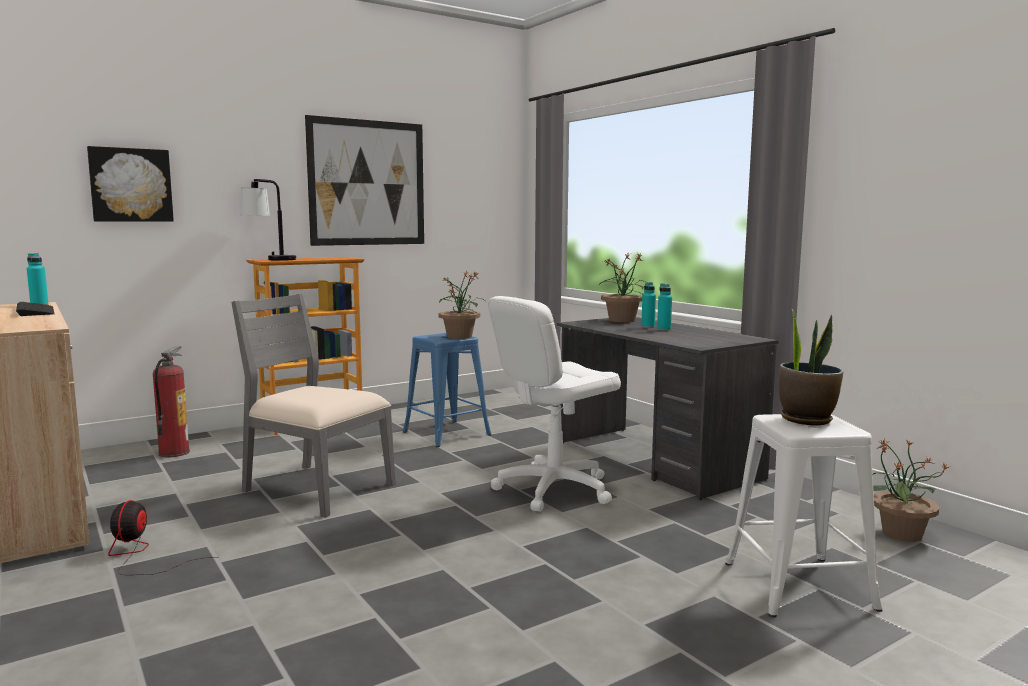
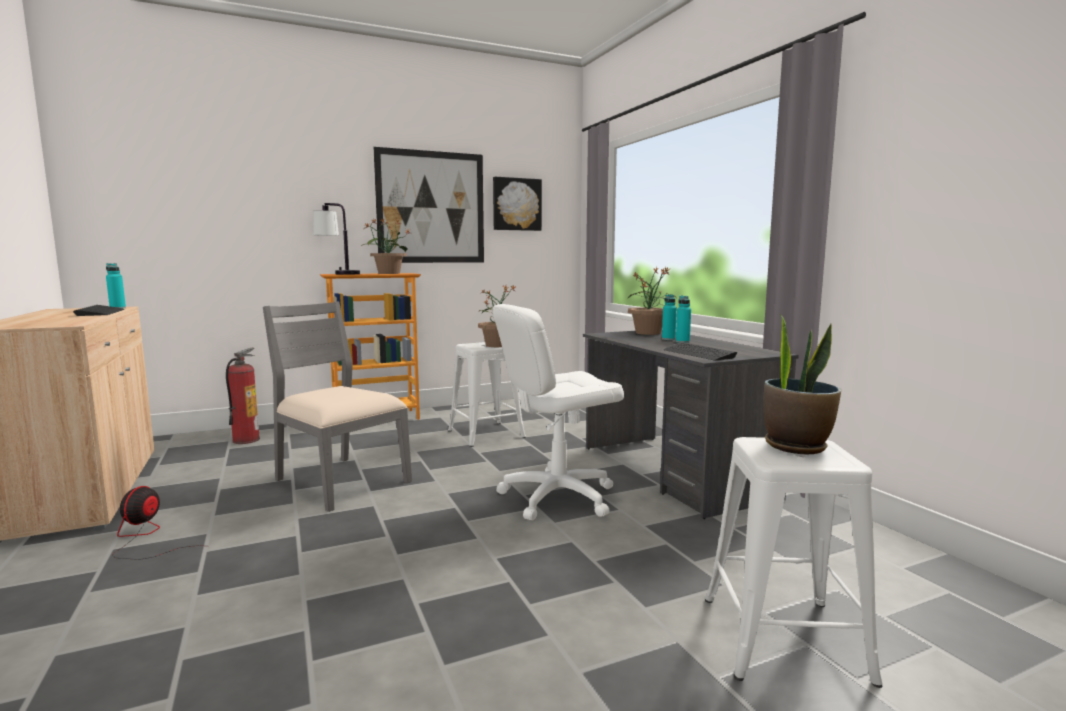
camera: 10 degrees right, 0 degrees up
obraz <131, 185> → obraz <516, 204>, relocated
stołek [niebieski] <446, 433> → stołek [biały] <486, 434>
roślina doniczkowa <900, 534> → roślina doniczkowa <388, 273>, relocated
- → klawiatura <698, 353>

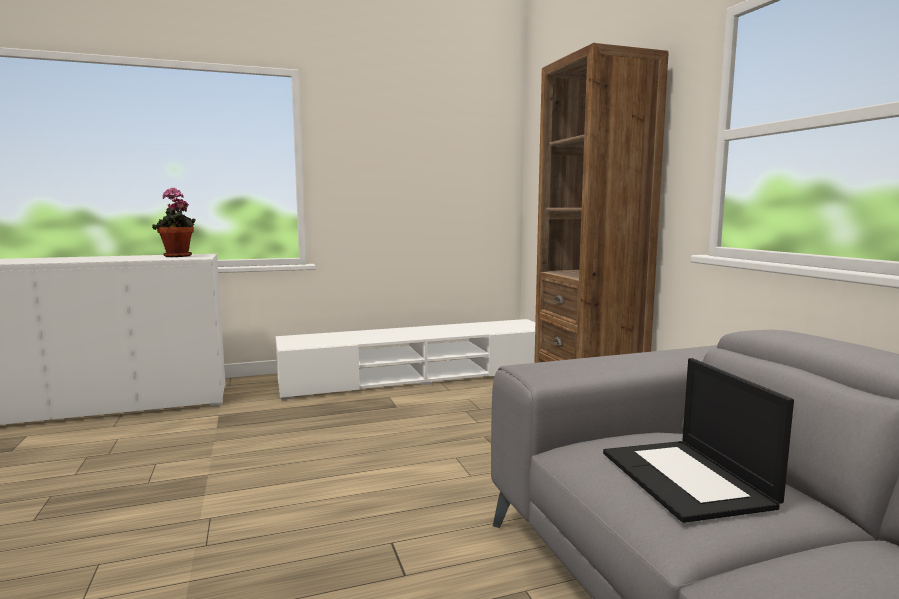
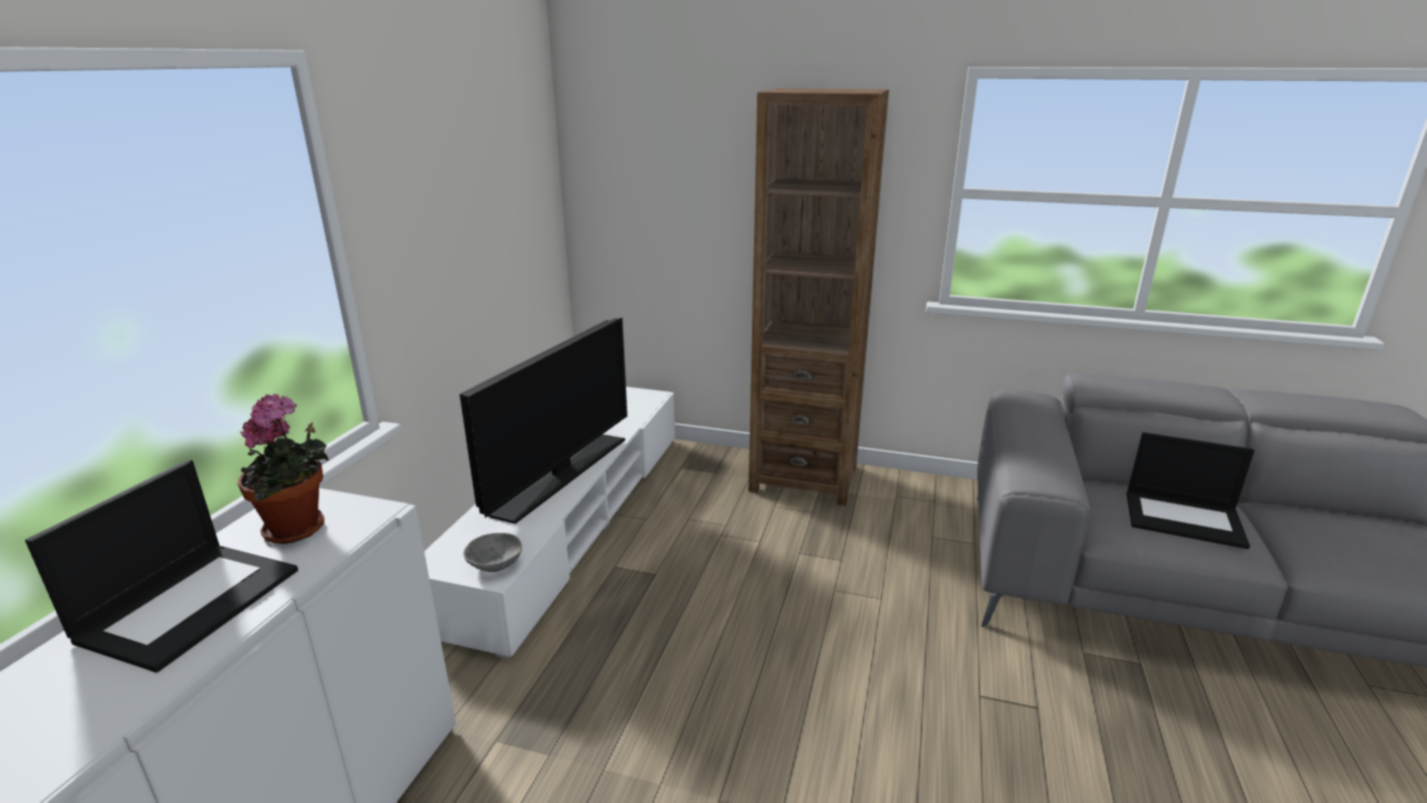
camera: 55 degrees left, 15 degrees up
- → laptop <191, 603>
- → telewizor <561, 475>
- → miska [szary] <494, 565>

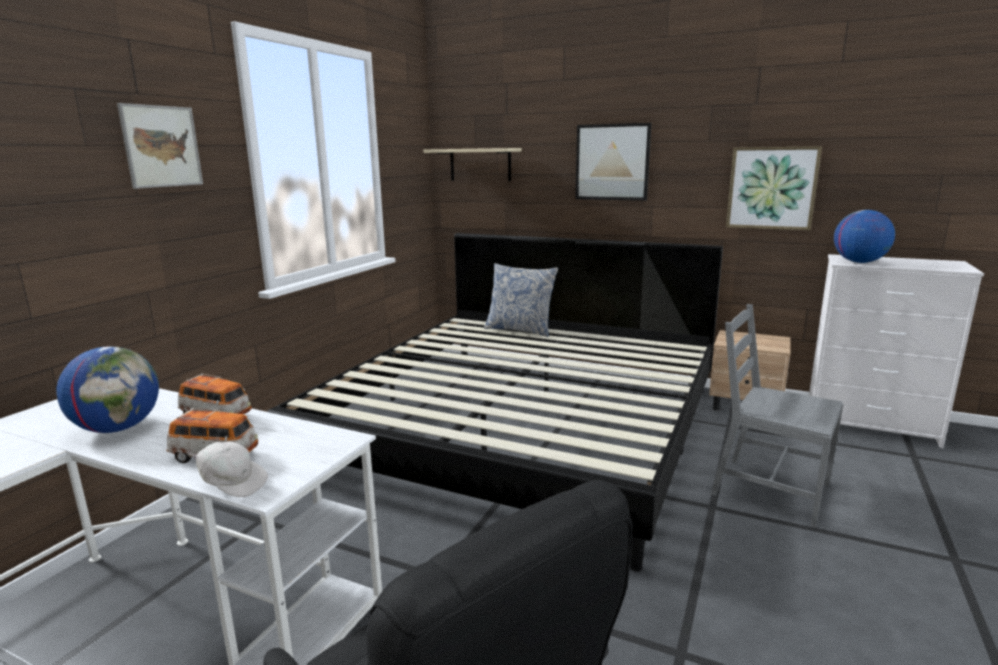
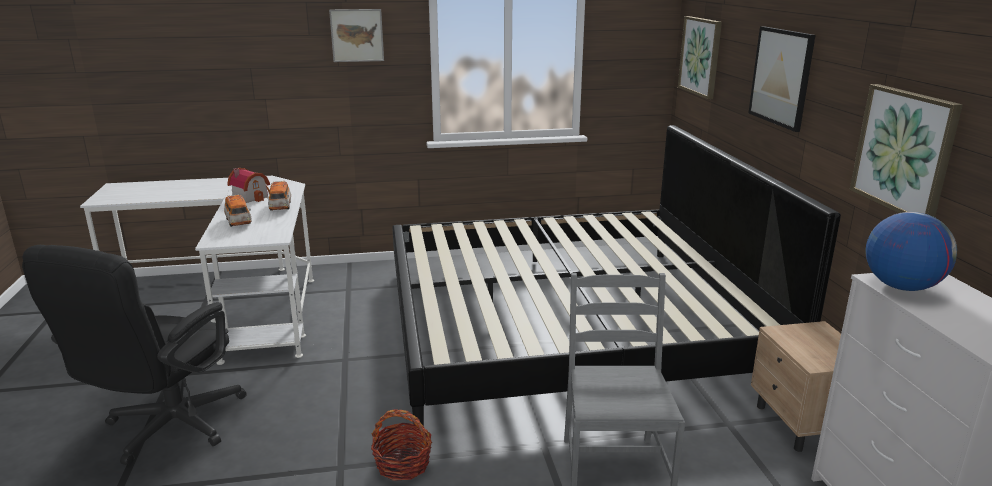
camera: 55 degrees right, 5 degrees up
globus <118, 428> → domek <252, 196>
czapka z daszkiem [biały] <232, 484> → -
półka [beżowy] <480, 164> → obraz <701, 56>
poduszka <520, 330> → -
- → koszyk <403, 464>

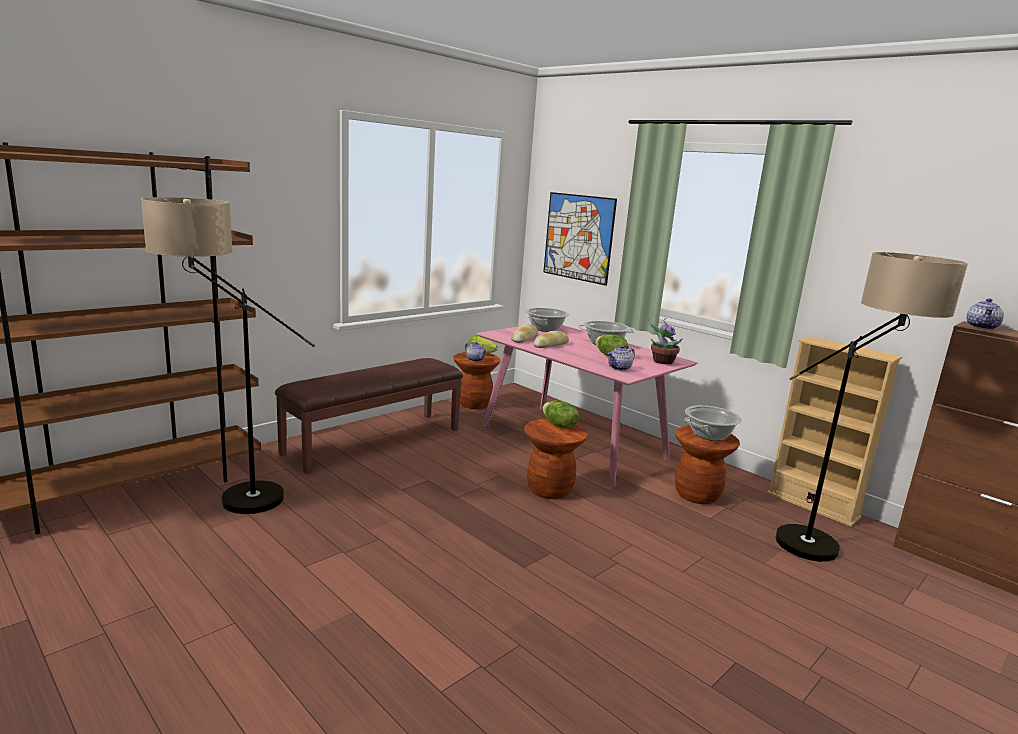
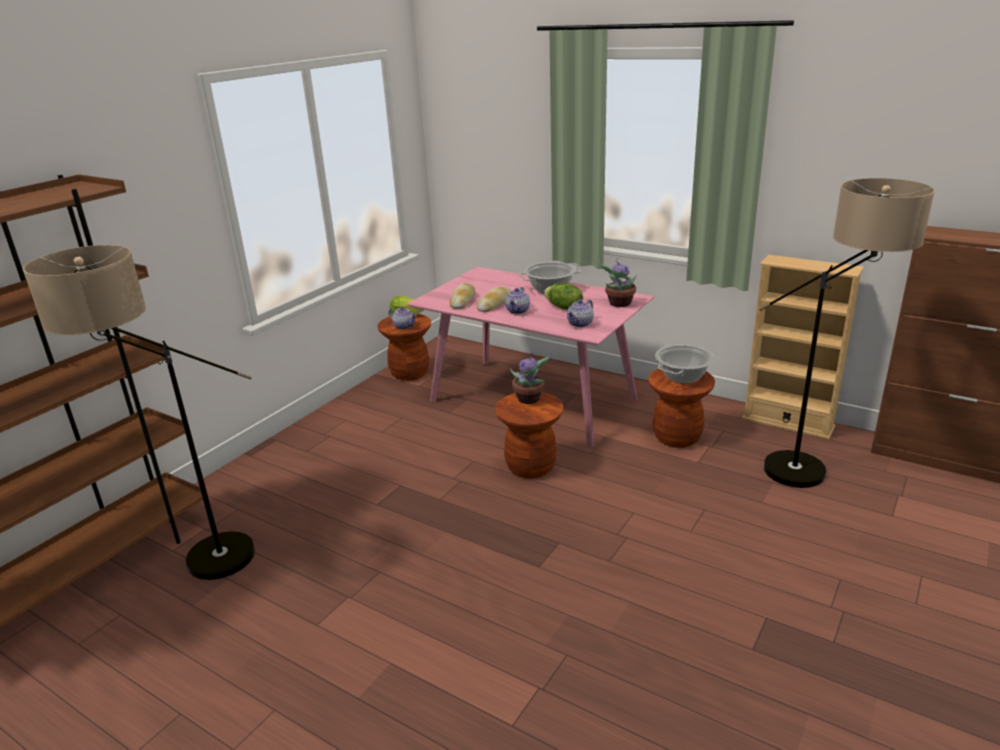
camera: 10 degrees left, 10 degrees up
ławka [brązowy] <374, 440> → -
garnek <545, 329> → -
sałata <559, 425> → roślina doniczkowa <529, 399>
obraz <578, 237> → -
imbryk <982, 327> → imbryk <518, 311>, relocated

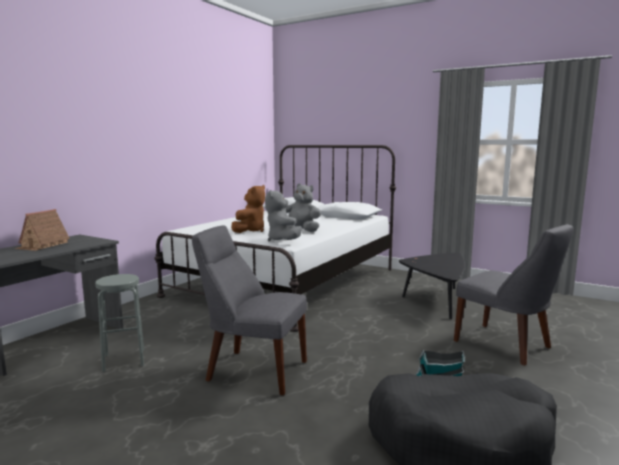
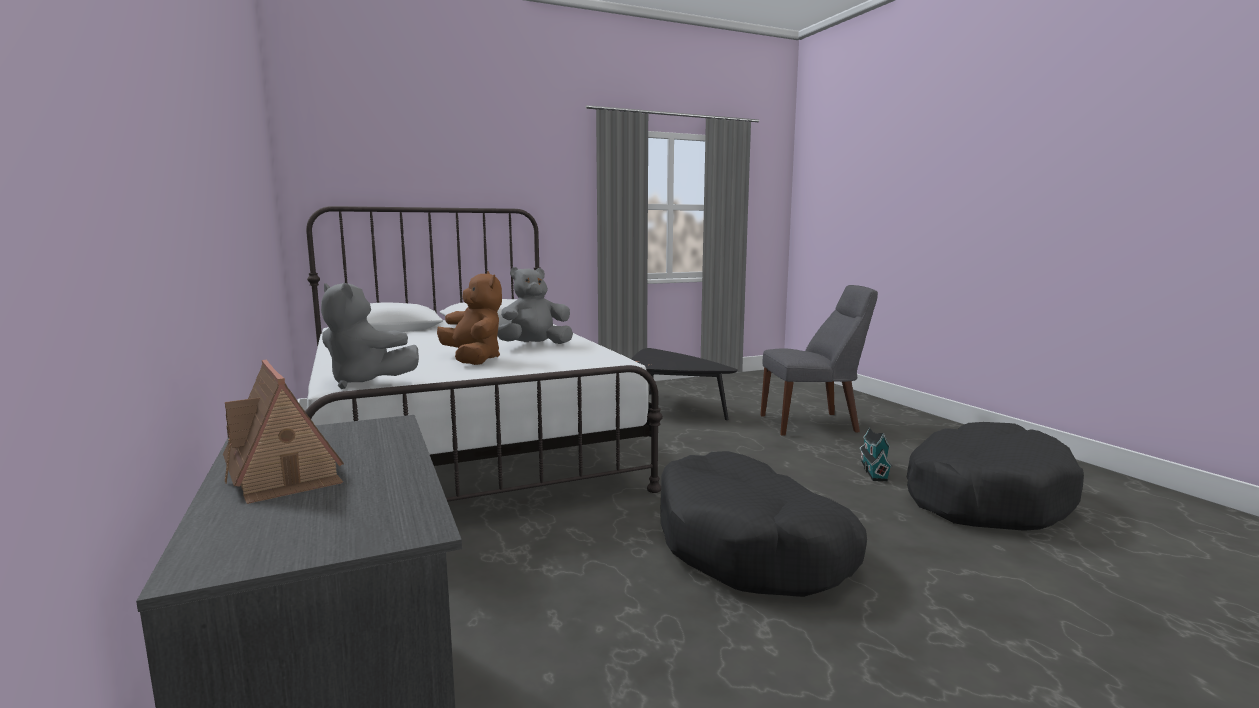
camera: 55 degrees left, 0 degrees up
stołek [szary] <124, 360> → -
krzesło [szary] <253, 370> → legowisko [czarny] <751, 547>
pluszak [szary] <283, 240> → pluszak [szary] <365, 382>, relocated

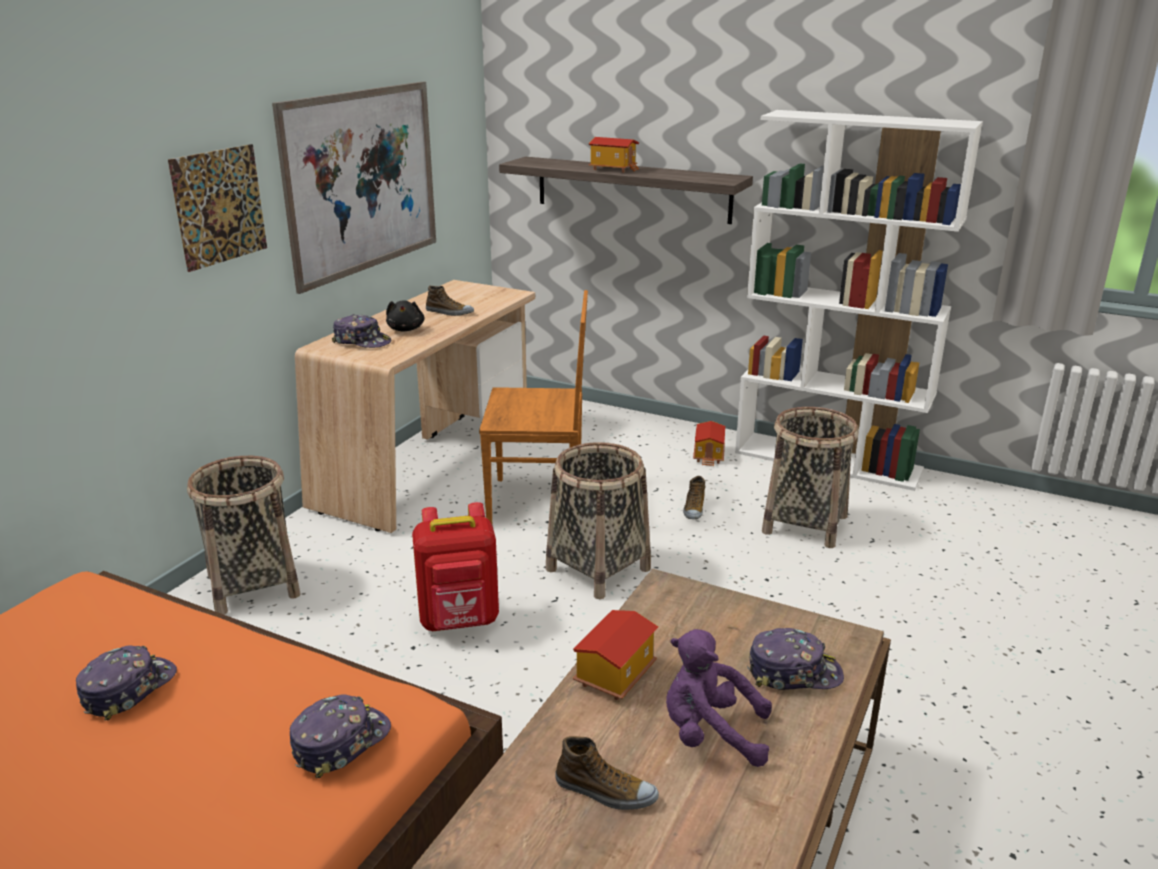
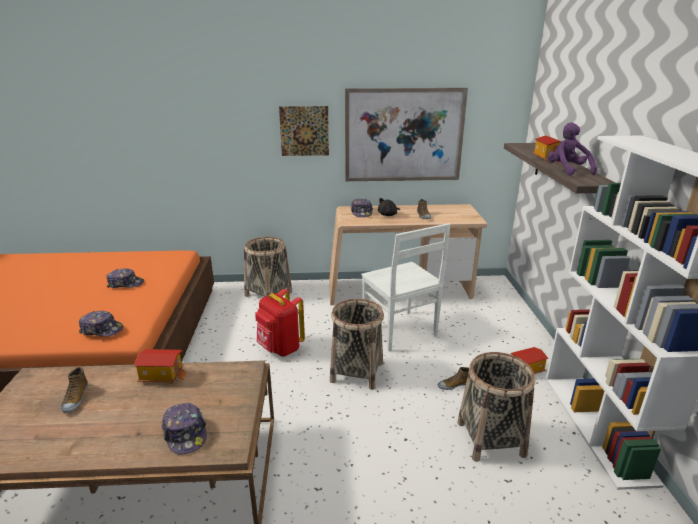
camera: 60 degrees right, 0 degrees up
krzesło [brązowy] <539, 502> → krzesło [biały] <400, 332>
pluszak [fioletowy] <710, 734> → pluszak [fioletowy] <567, 171>, relocated

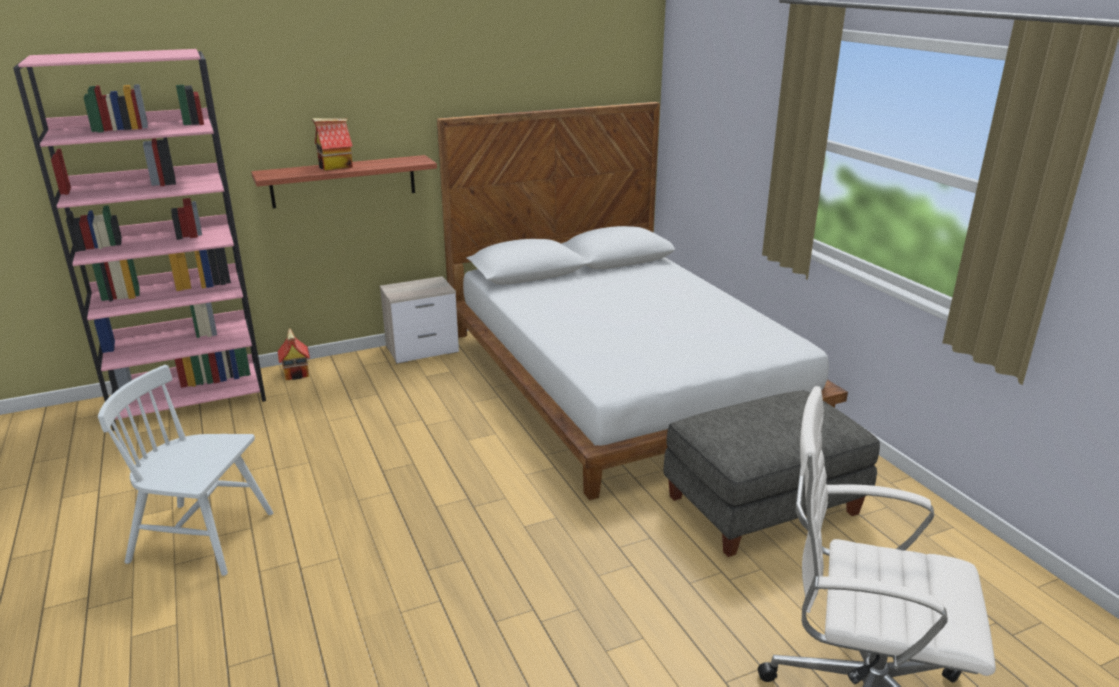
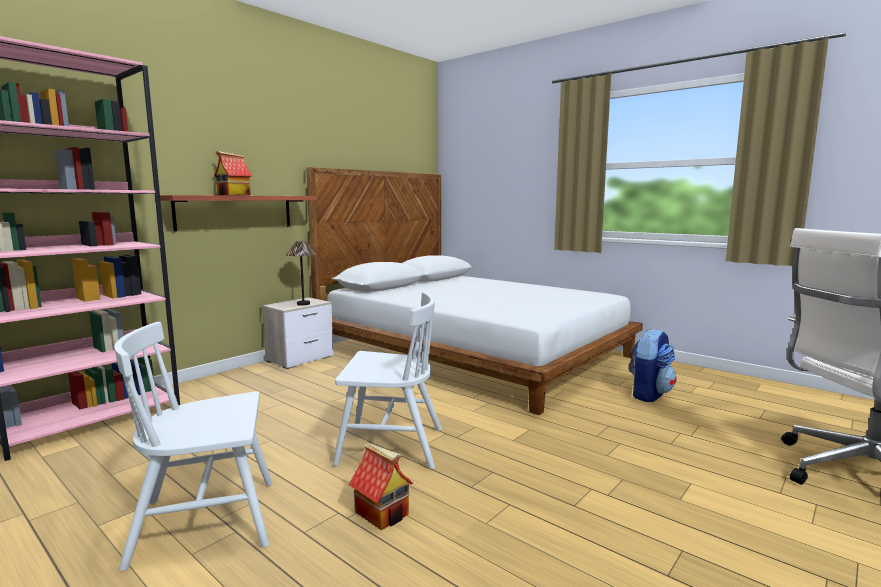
camera: 25 degrees left, 15 degrees down
domek <297, 373> → domek <383, 513>, relocated
pufa [szary] <762, 504> → plecak <649, 394>
- → lampa stołowa <303, 304>
- → krzesło [biały] <390, 446>

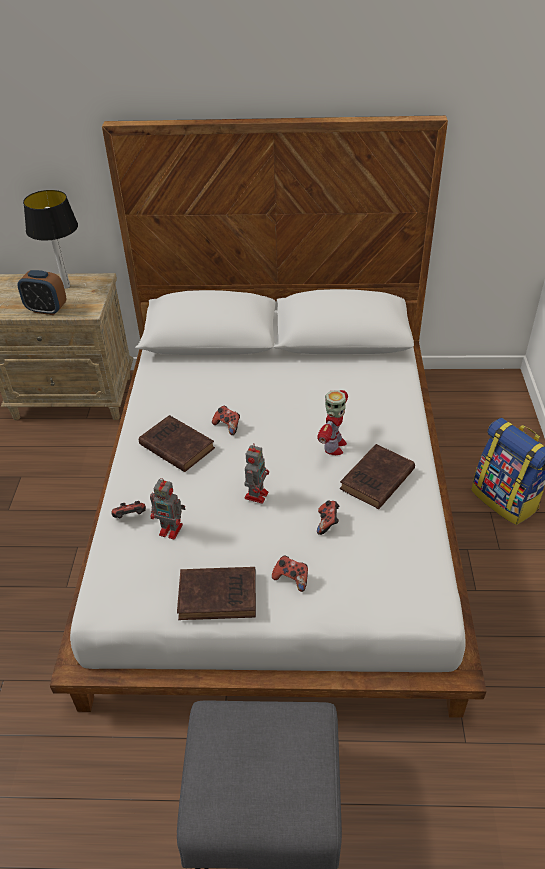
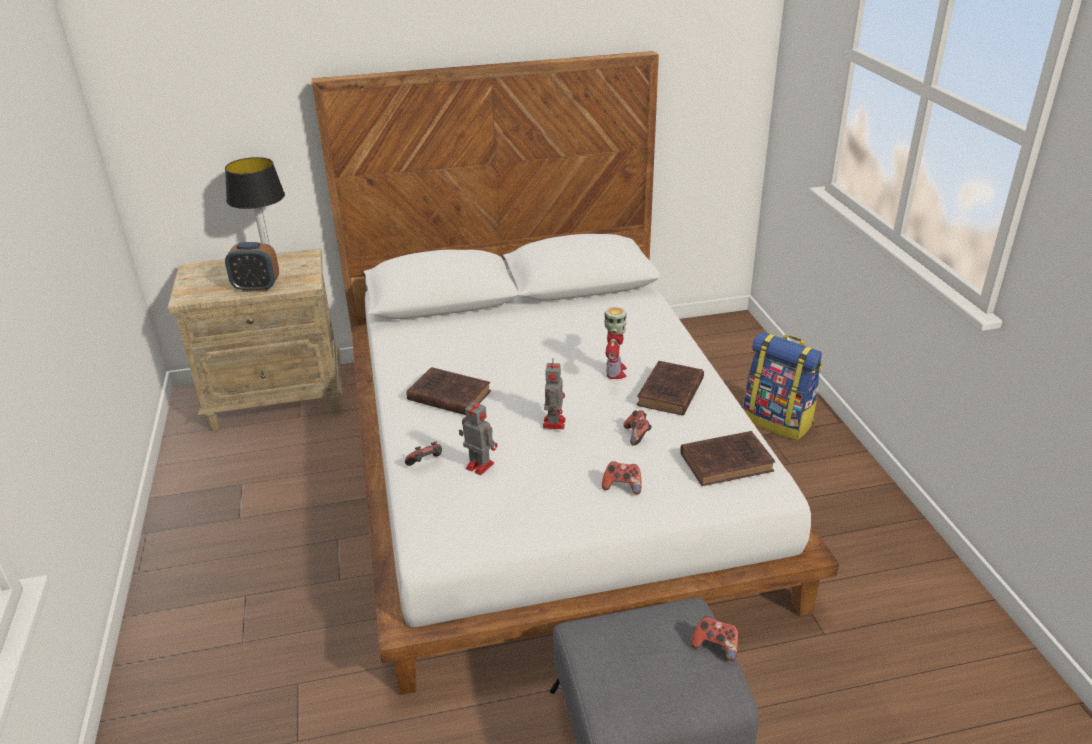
camera: 15 degrees left, 10 degrees down
robot zabawkowy <172, 530> → robot zabawkowy <478, 465>, 150 degrees counterclockwise
książka [brązowy] <220, 596> → książka [brązowy] <728, 462>, relocated
pad do gier <227, 426> → pad do gier <715, 646>, relocated

